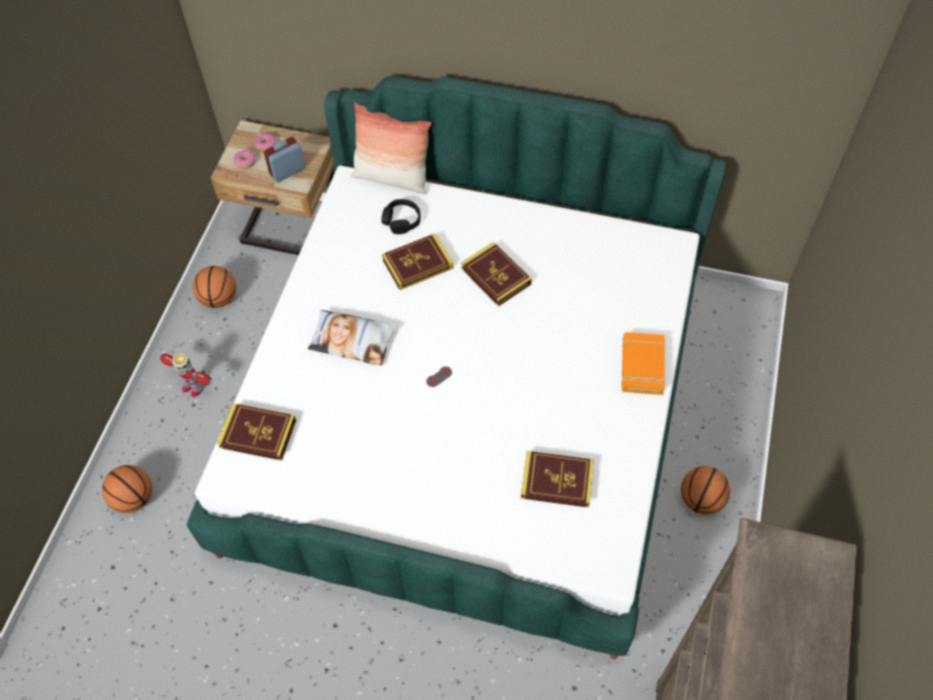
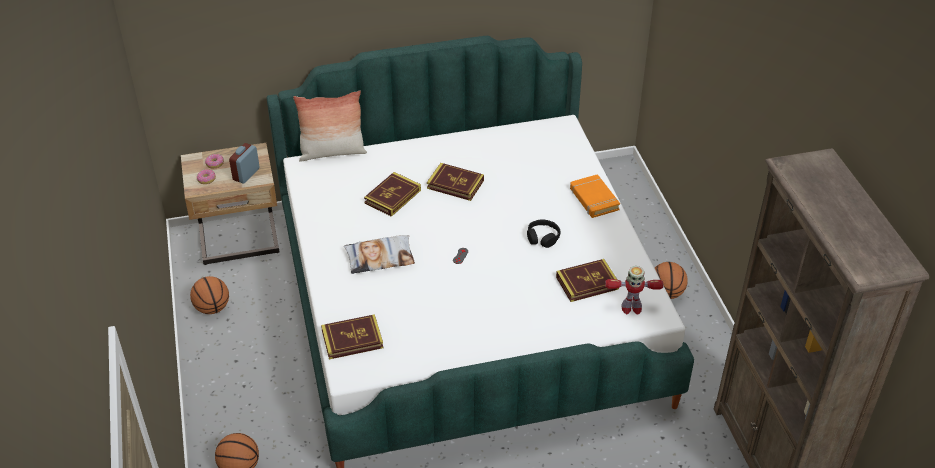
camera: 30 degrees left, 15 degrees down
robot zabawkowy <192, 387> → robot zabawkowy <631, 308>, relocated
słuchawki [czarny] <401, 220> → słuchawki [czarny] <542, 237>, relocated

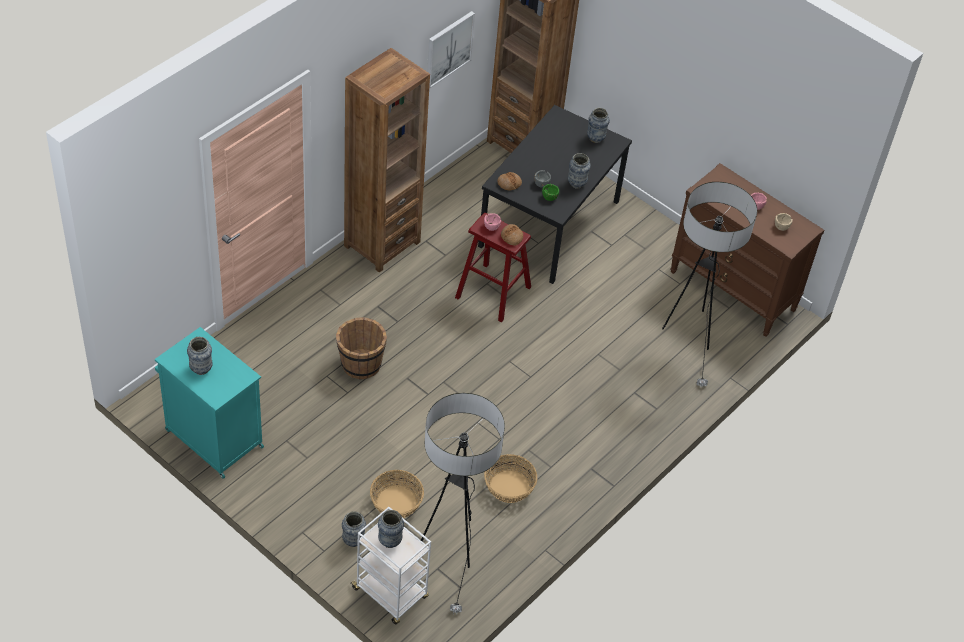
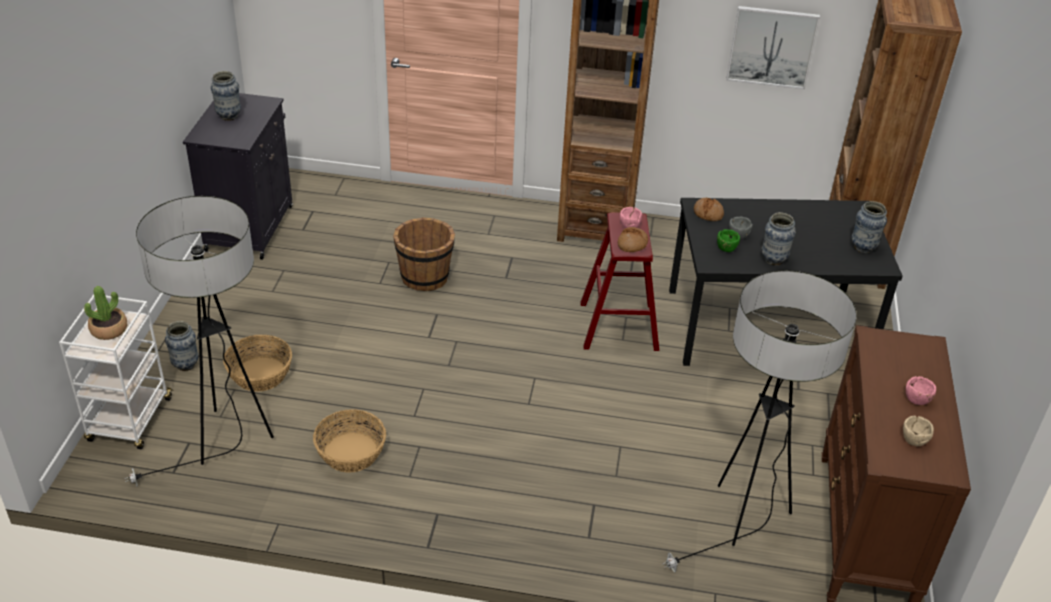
camera: 60 degrees right, 10 degrees down
szafka [turkusowy] <212, 437> → szafka [czarny] <250, 227>
wazon <390, 541> → roślina doniczkowa <109, 329>

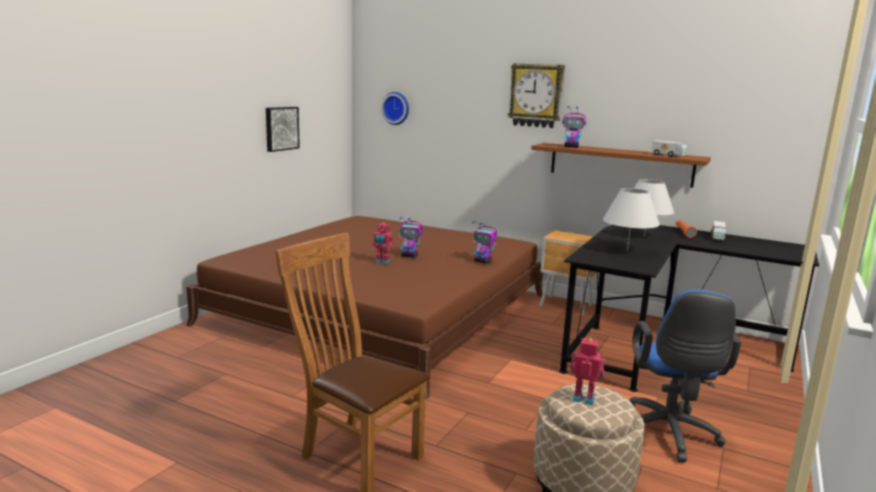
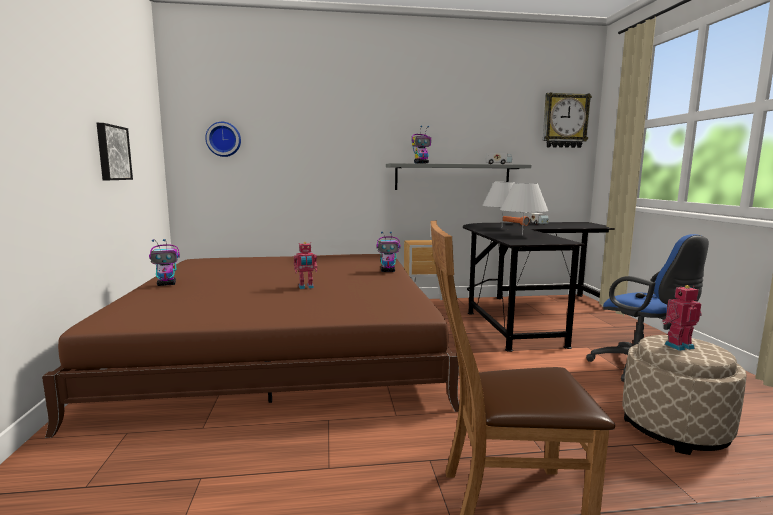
camera: 35 degrees left, 5 degrees down
robot zabawkowy <409, 256> → robot zabawkowy <167, 284>, relocated
zegar ścienny <536, 95> → zegar ścienny <565, 121>, relocated
półka [brązowy] <620, 164> → półka [szary] <452, 177>

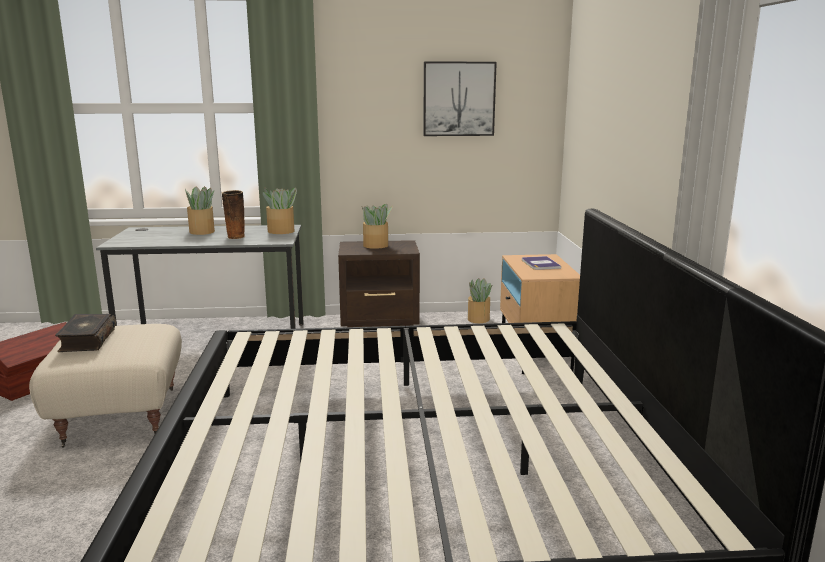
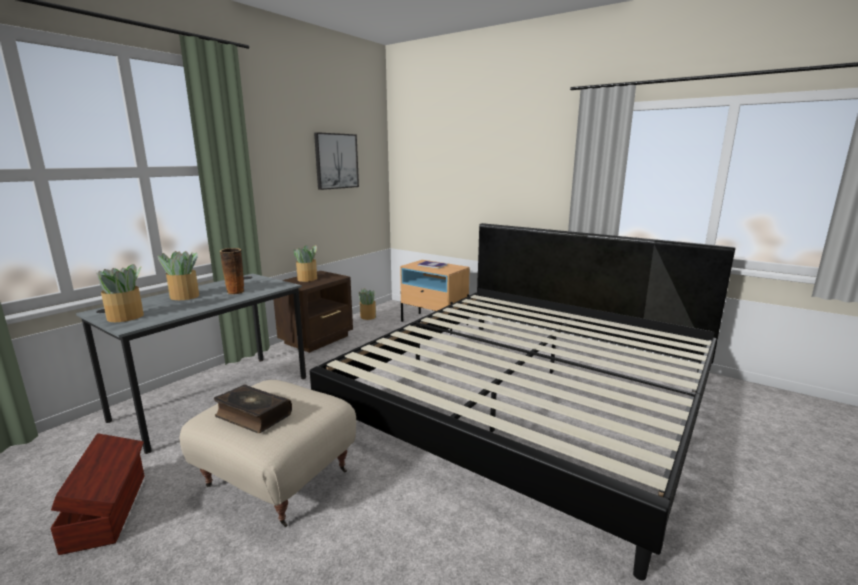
camera: 50 degrees left, 0 degrees up
roślina doniczkowa <281, 231> → roślina doniczkowa <126, 317>, relocated

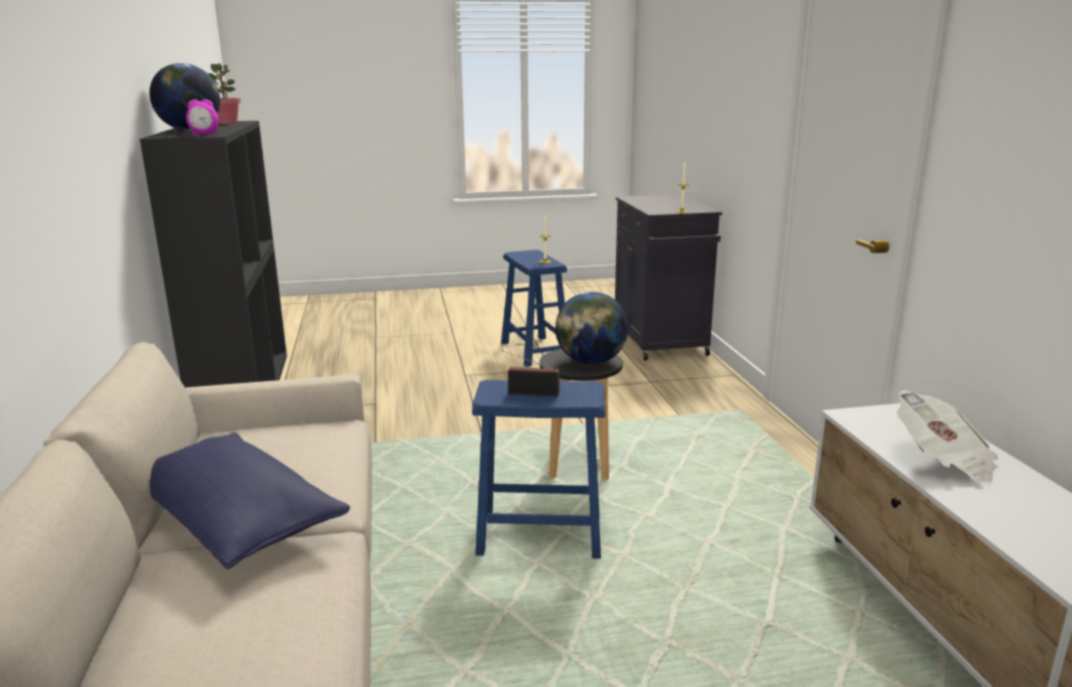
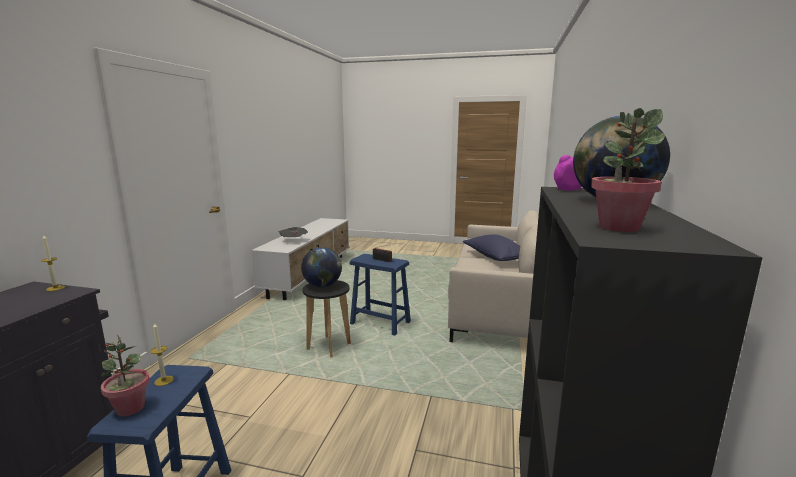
camera: 155 degrees left, 5 degrees down
- → roślina doniczkowa <130, 408>

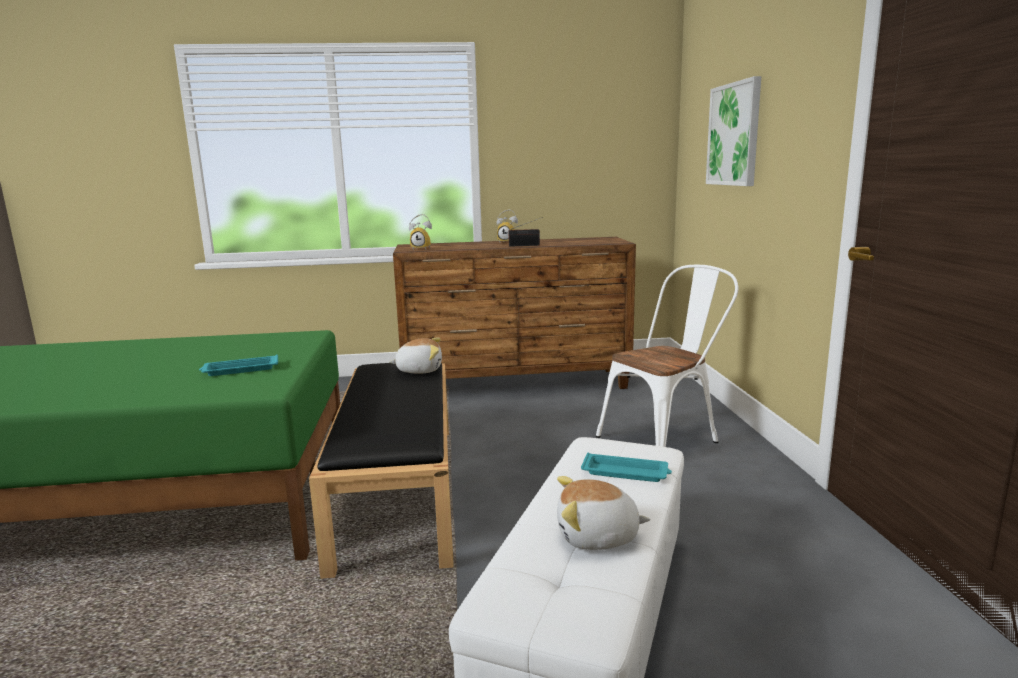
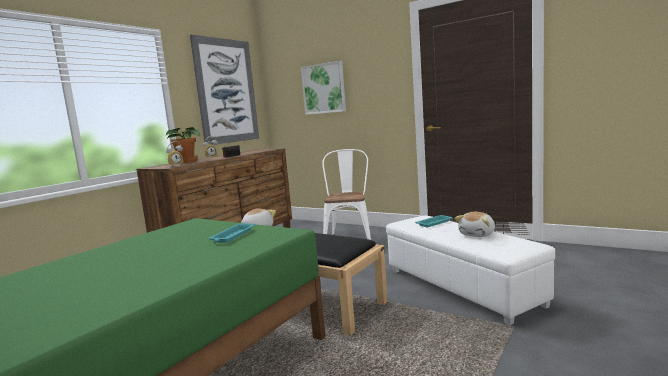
camera: 50 degrees left, 5 degrees down
- → roślina doniczkowa <186, 162>
- → obraz <226, 91>

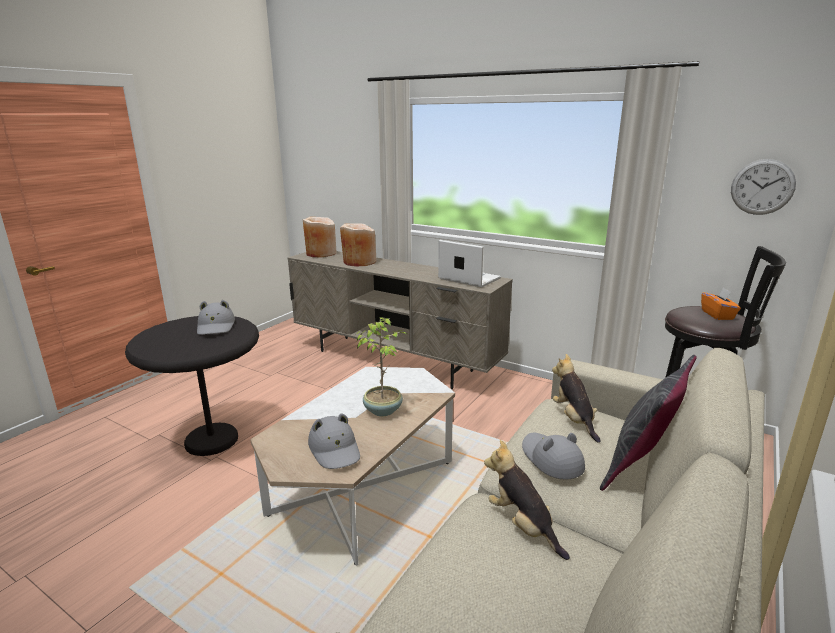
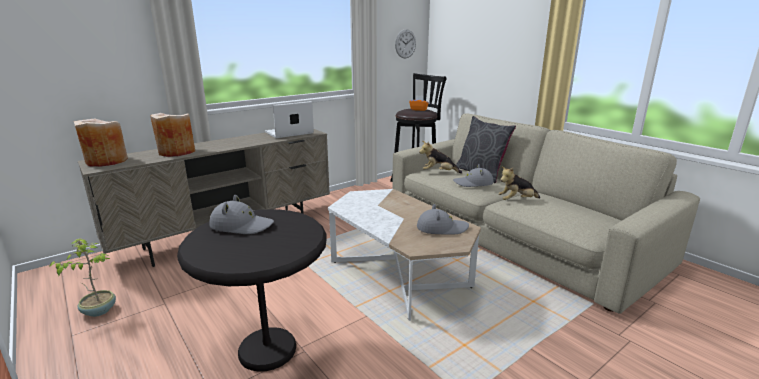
camera: 70 degrees left, 0 degrees up
roślina doniczkowa <383, 410> → roślina doniczkowa <99, 310>, relocated

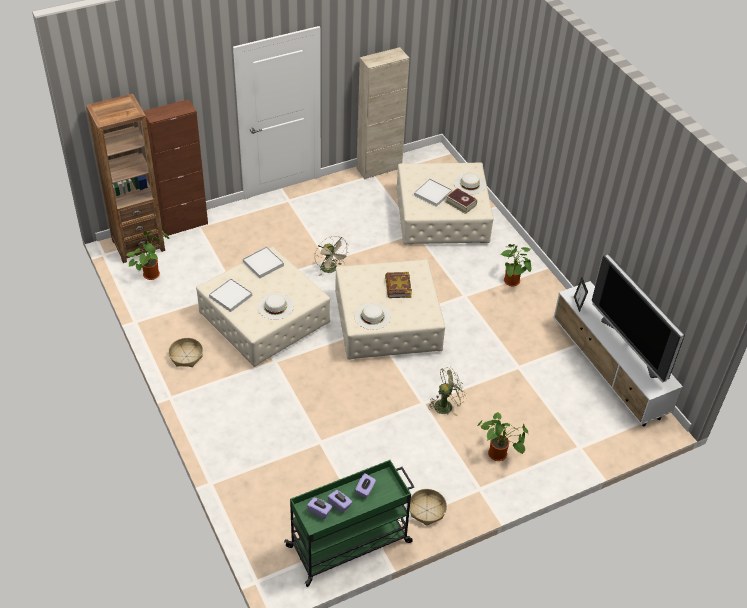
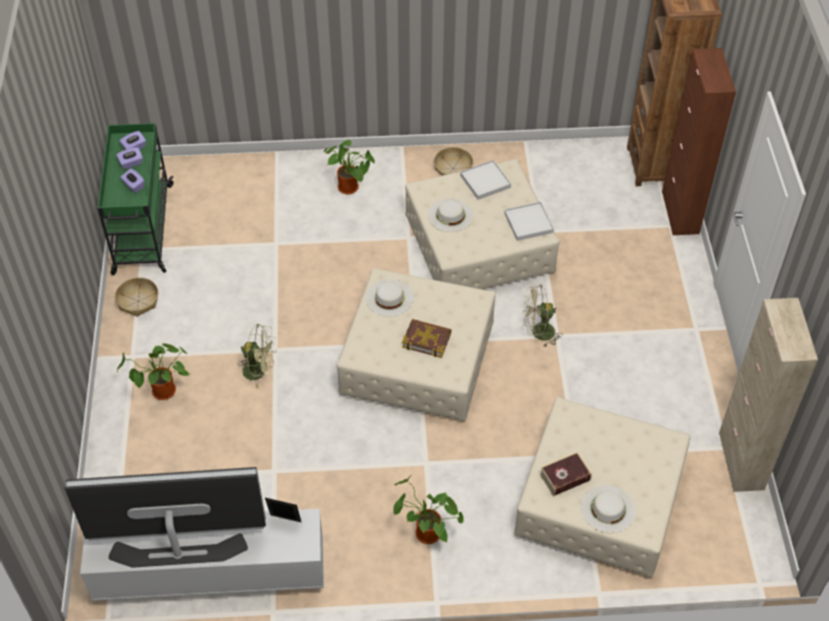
camera: 115 degrees right, 5 degrees up
roślina doniczkowa <151, 273> → roślina doniczkowa <350, 188>, relocated
taca [biały] <432, 194> → -
wentylator [zielony] <446, 405> → wentylator [zielony] <259, 371>, 75 degrees counterclockwise

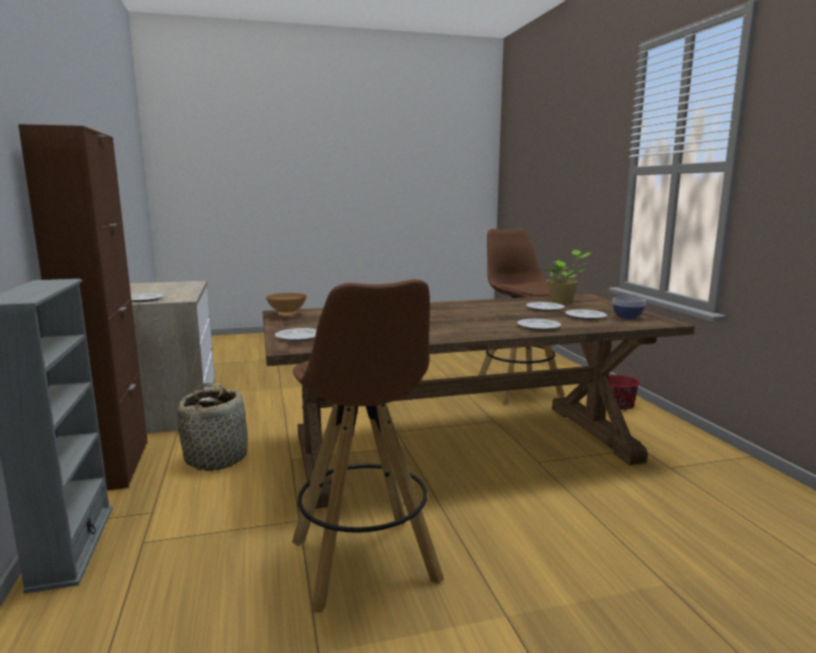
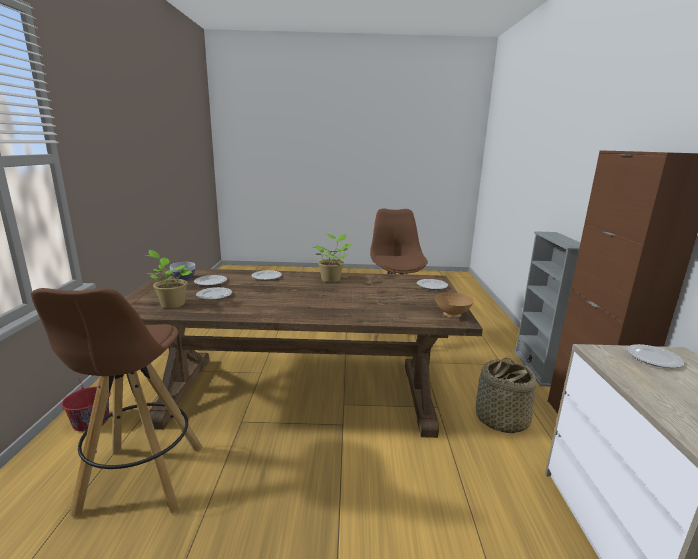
camera: 165 degrees left, 5 degrees up
- → roślina doniczkowa <331, 279>

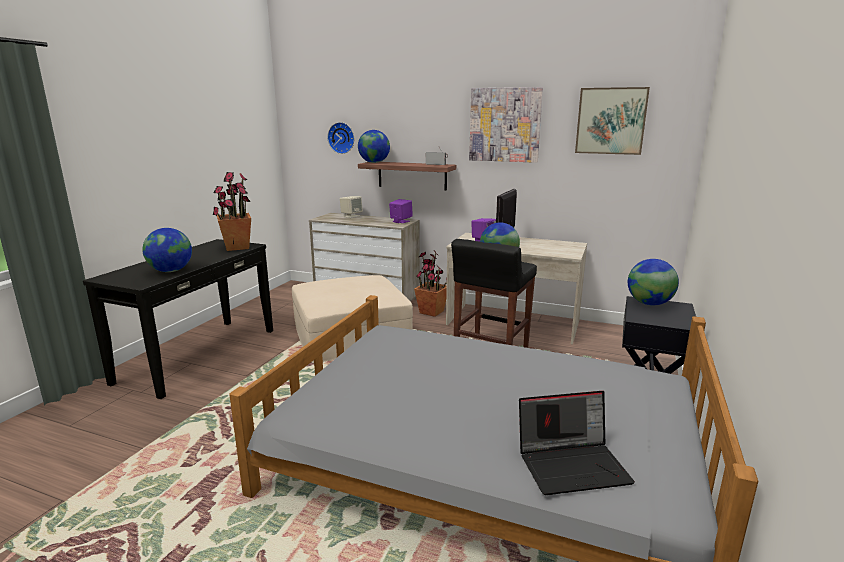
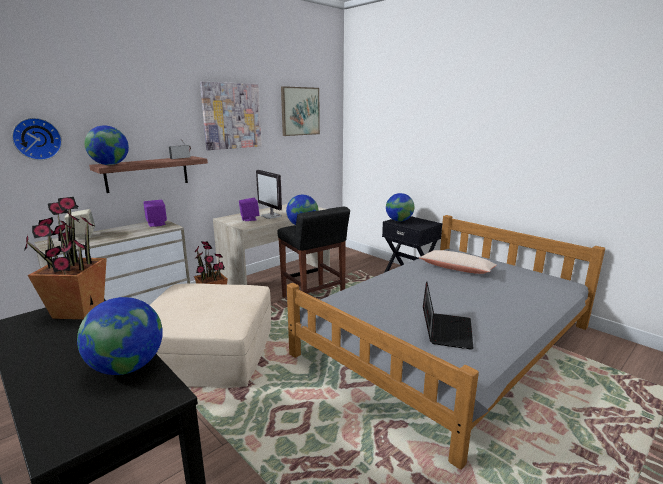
camera: 65 degrees left, 0 degrees up
laptop <573, 464> → laptop <445, 330>, relocated
- → poduszka [beżowy] <456, 269>

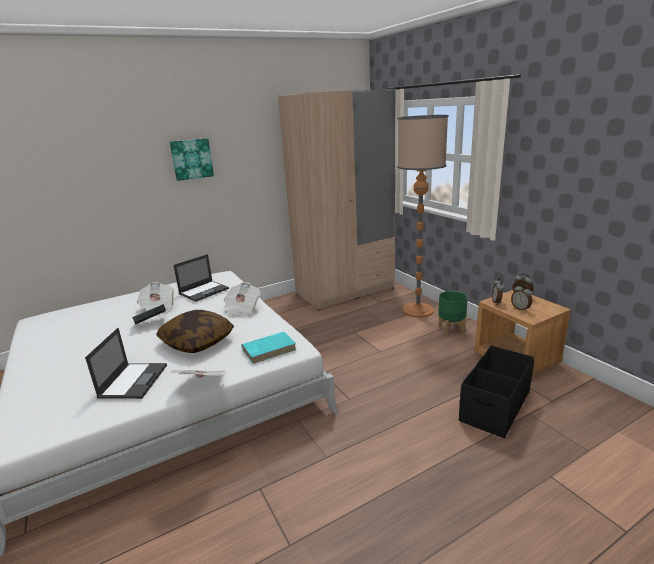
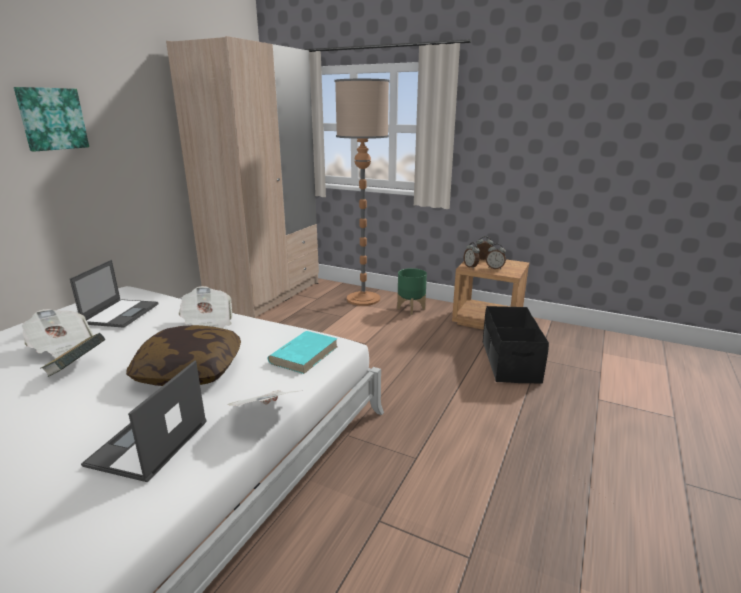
camera: 35 degrees left, 0 degrees up
laptop <134, 380> → laptop <148, 444>, 135 degrees counterclockwise

